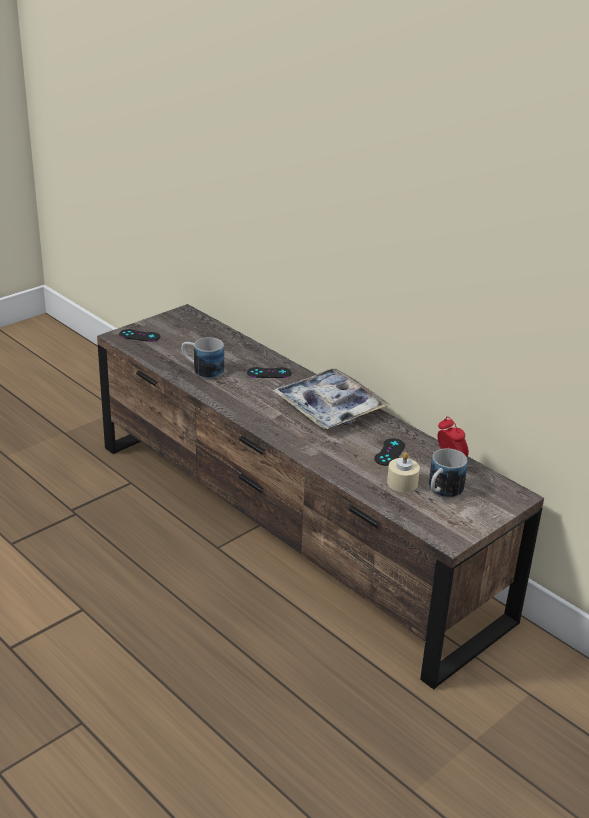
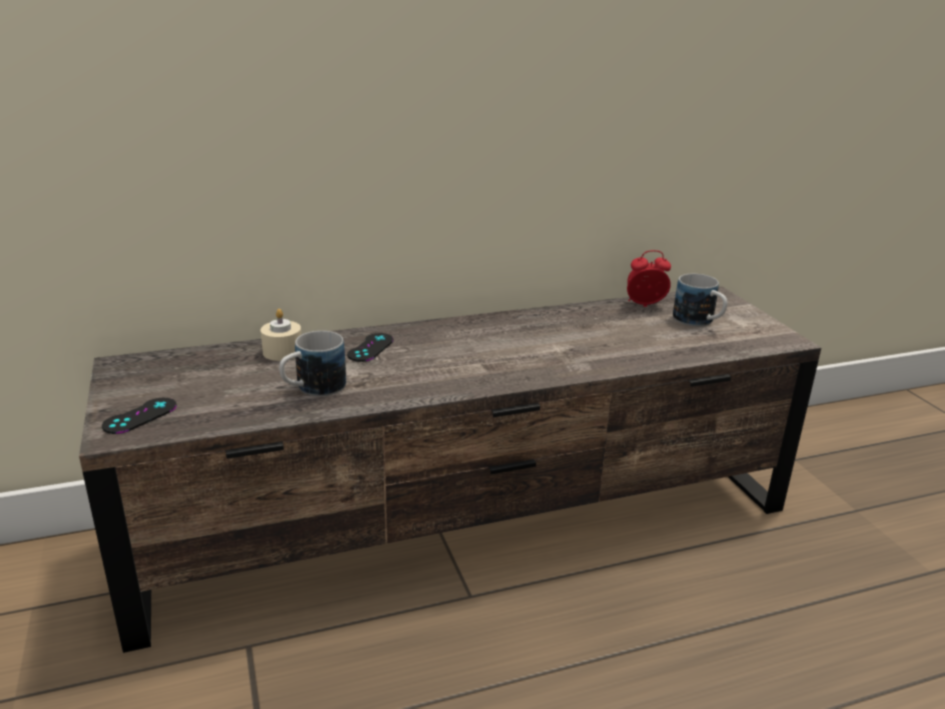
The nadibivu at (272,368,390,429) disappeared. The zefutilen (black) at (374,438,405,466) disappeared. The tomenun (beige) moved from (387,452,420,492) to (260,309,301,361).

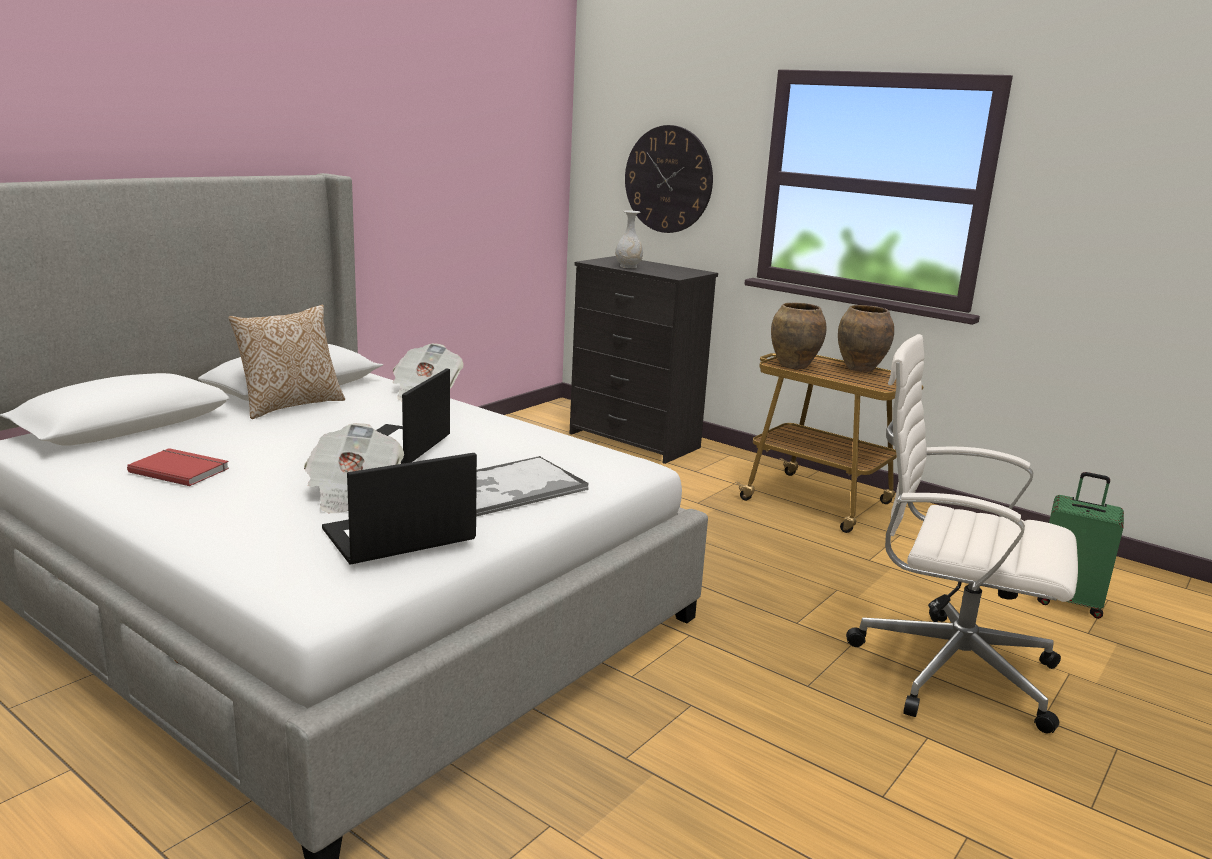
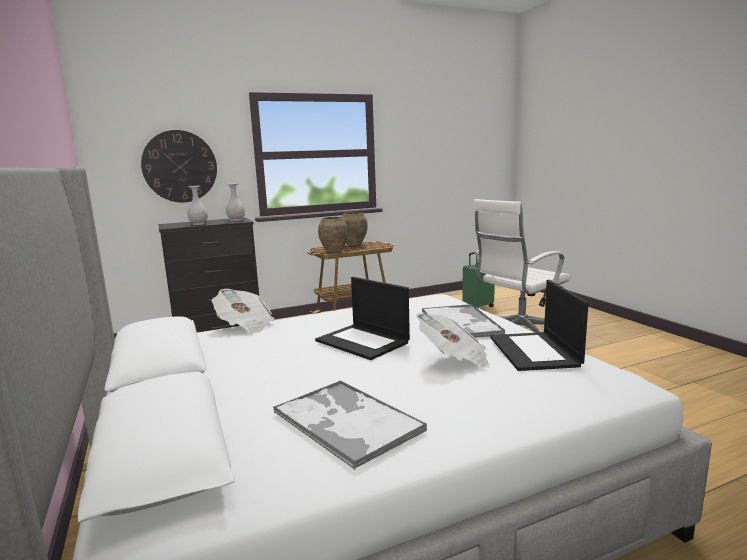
The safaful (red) at (127,448,229,486) was replaced by the nadibivu at (273,381,427,470). The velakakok at (228,305,345,419) disappeared. The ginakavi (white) at (226,184,245,221) appeared.

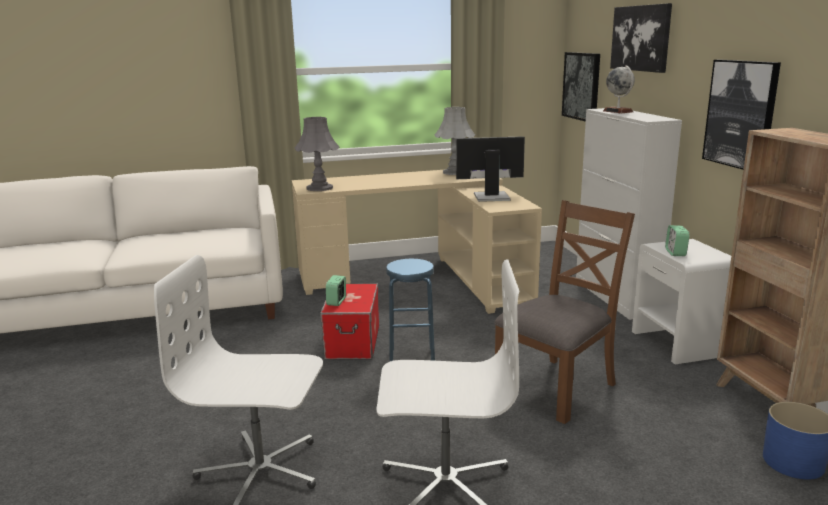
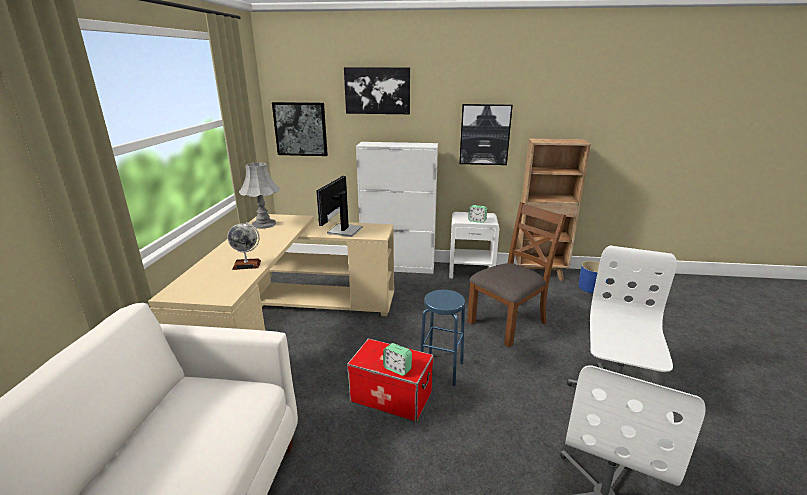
The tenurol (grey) at (295,117,339,191) disappeared. The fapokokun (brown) at (494,200,635,424) turned 75 degrees clockwise. The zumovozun moved from (603,65,635,113) to (227,222,261,270).

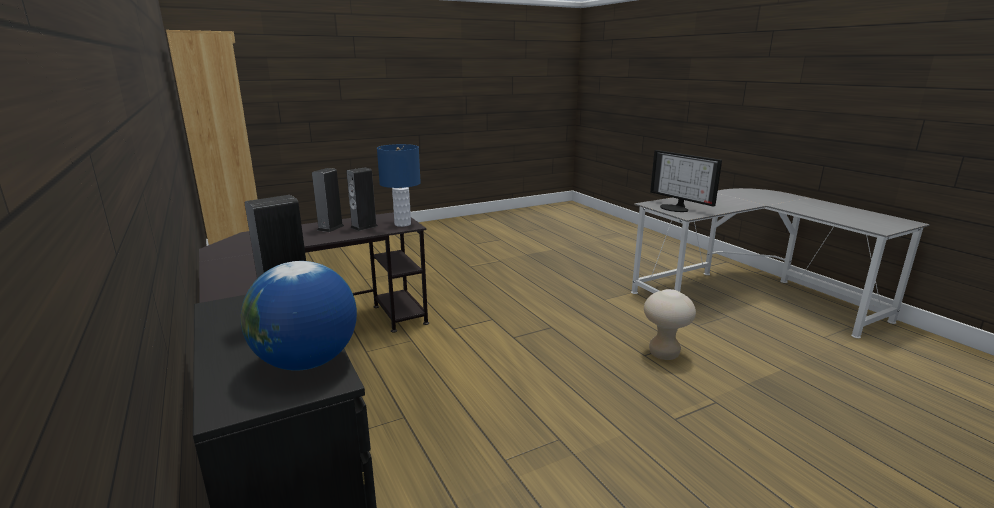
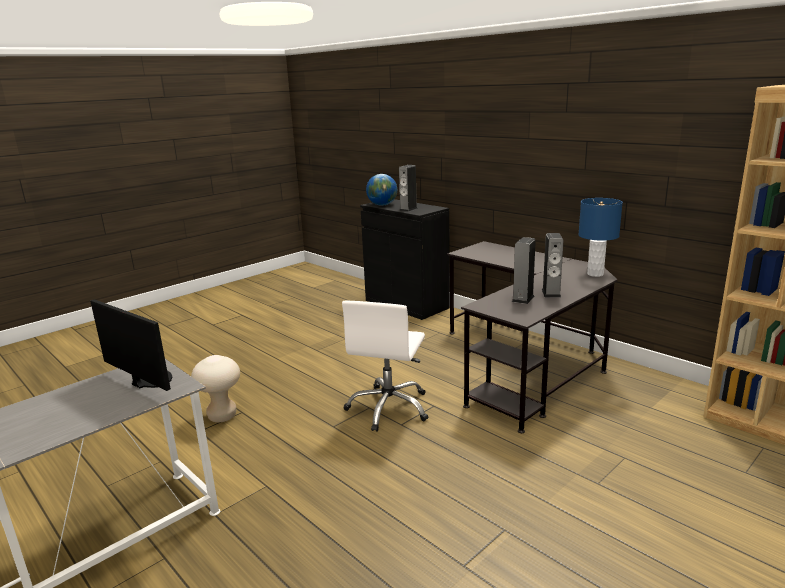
The tenurol (blue) moved from (377,144,421,227) to (578,198,623,277). The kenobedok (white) at (342,301,428,432) appeared.

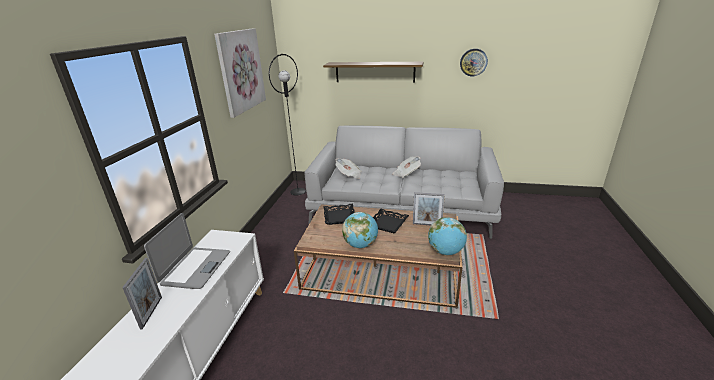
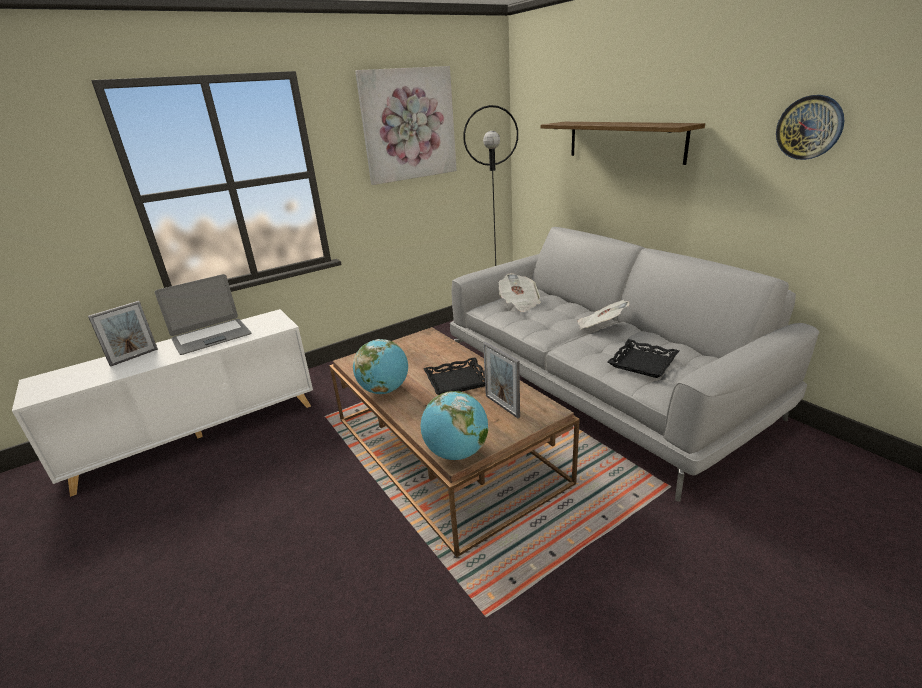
The nadibivu (black) moved from (323,204,355,225) to (608,339,679,378).

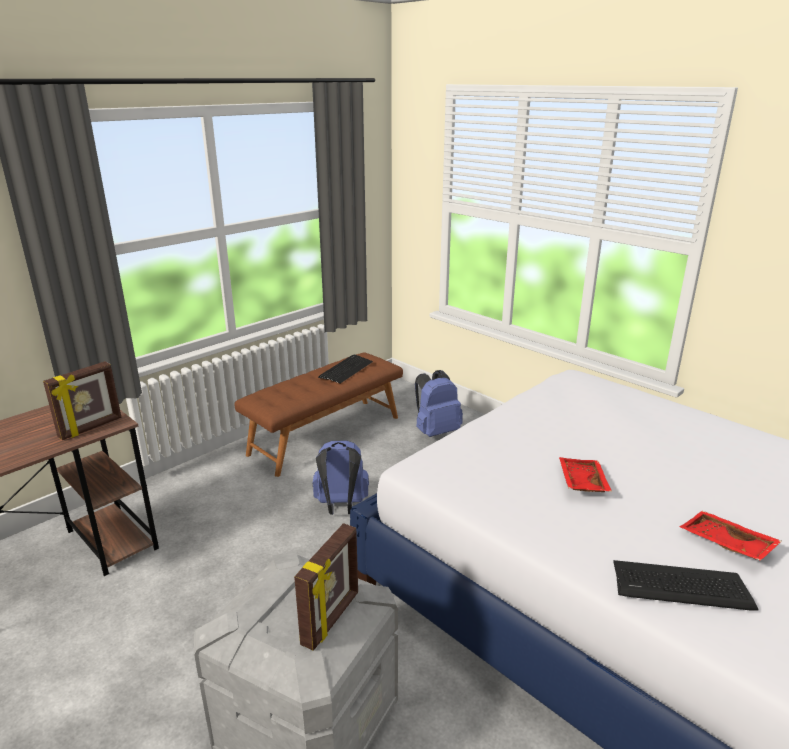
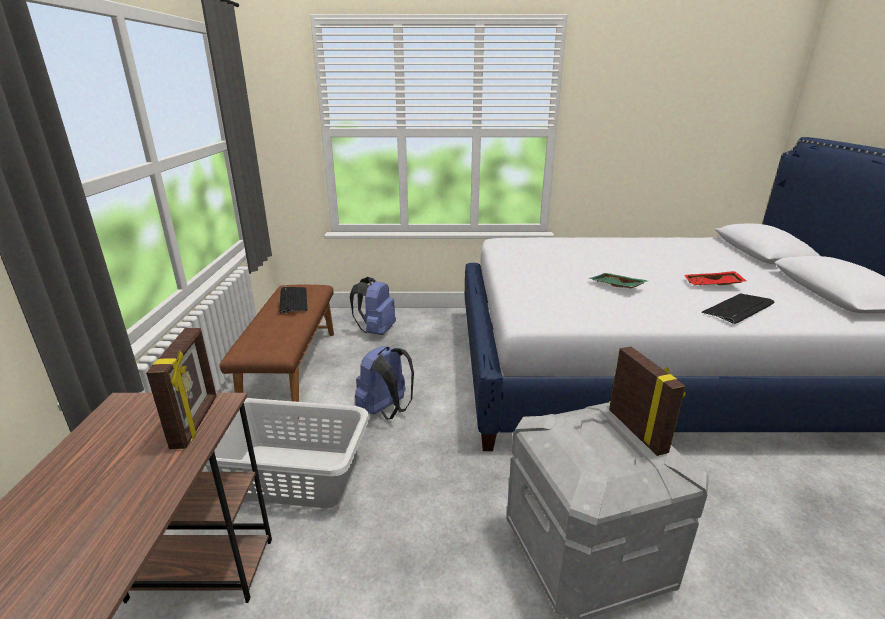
The nadibivu (red) at (559,457,612,492) became the nadibivu (green) at (589,273,648,288). The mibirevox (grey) at (205,398,370,508) appeared.

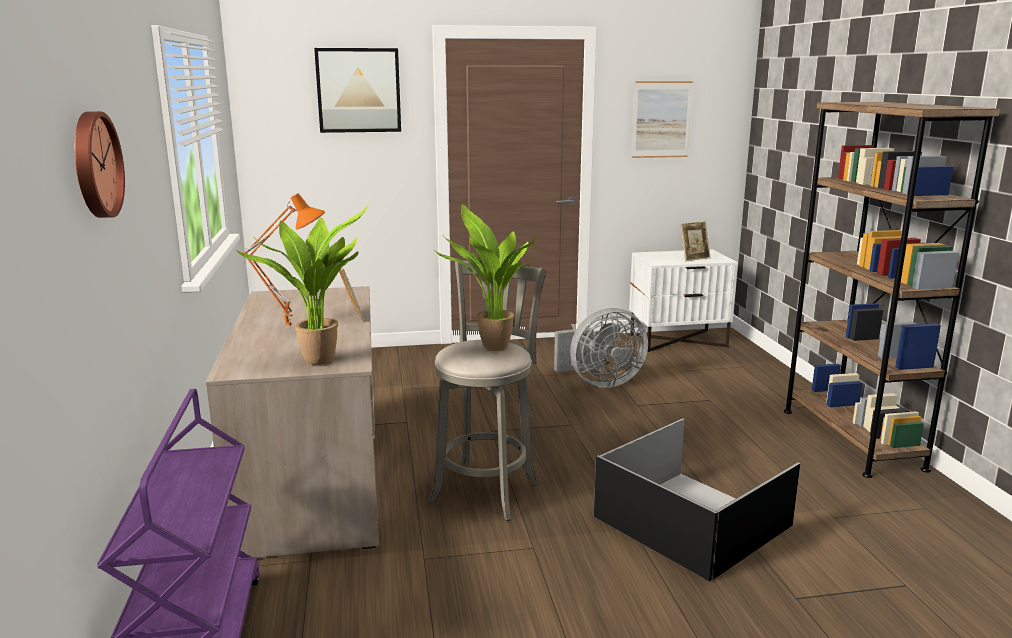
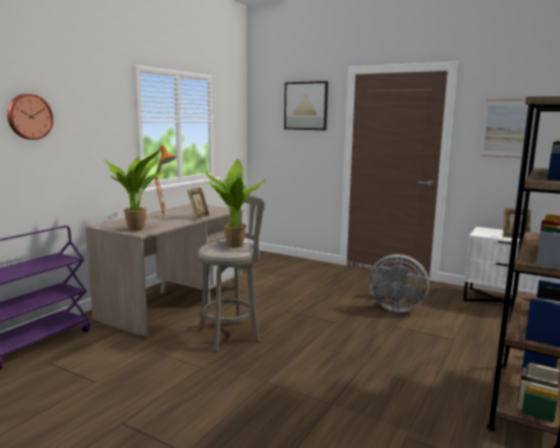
The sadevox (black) at (594,418,800,581) disappeared.

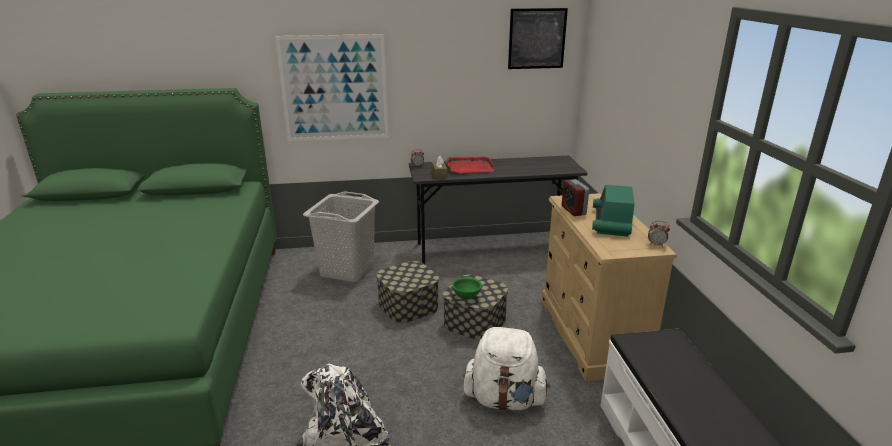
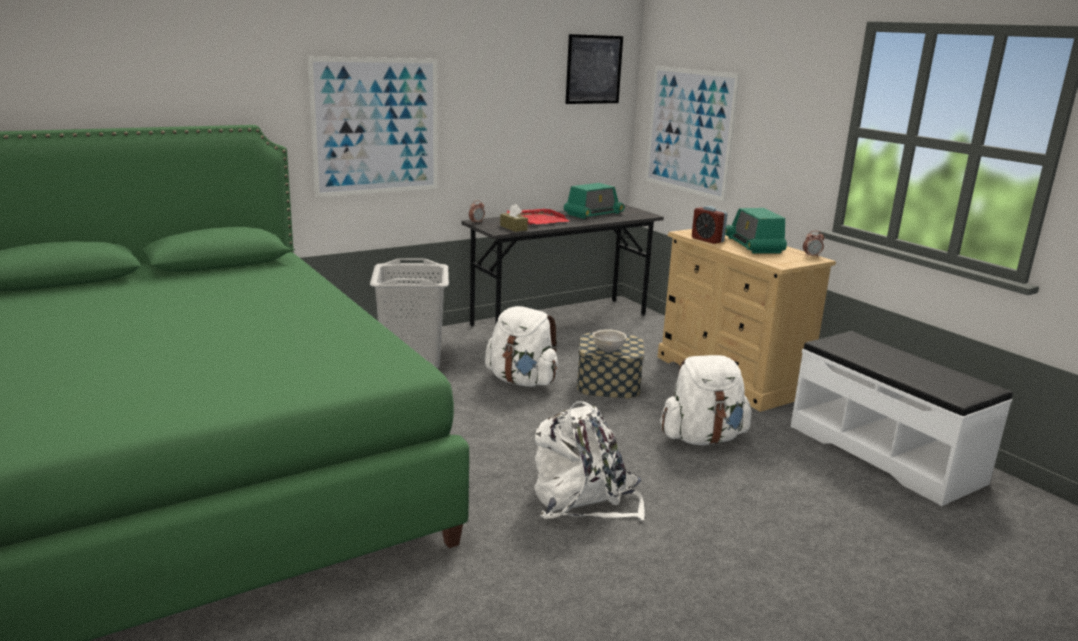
The sadevox at (376,261,439,323) was replaced by the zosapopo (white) at (485,306,558,387). The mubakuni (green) at (450,277,483,299) became the mubakuni (grey) at (592,329,627,352). The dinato at (564,183,625,219) appeared. The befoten at (645,66,740,202) appeared.

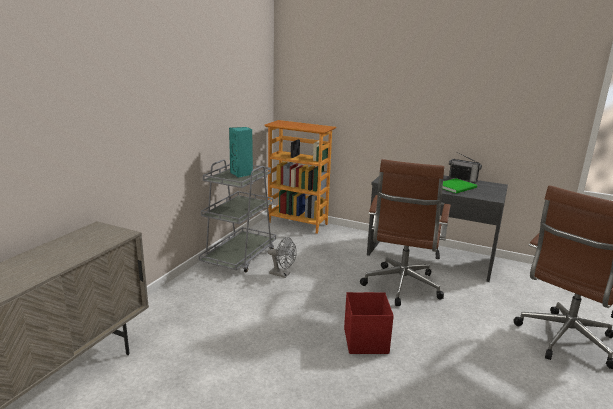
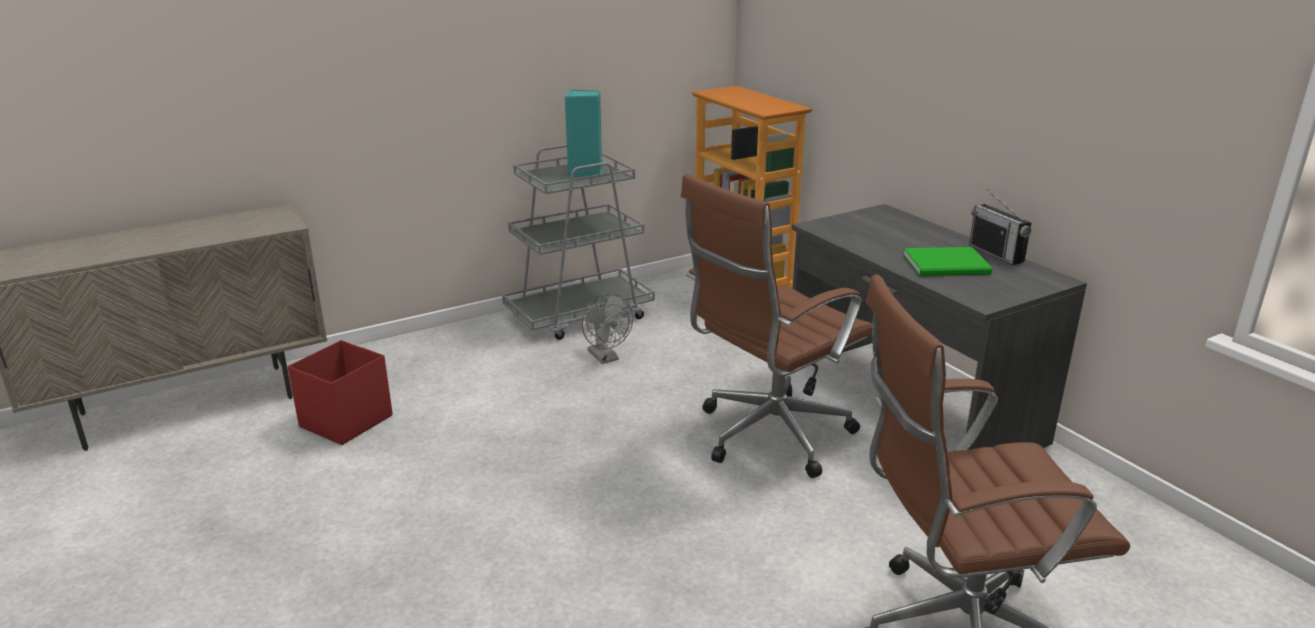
The sadevox (red) moved from (344,292,394,354) to (287,340,393,445).

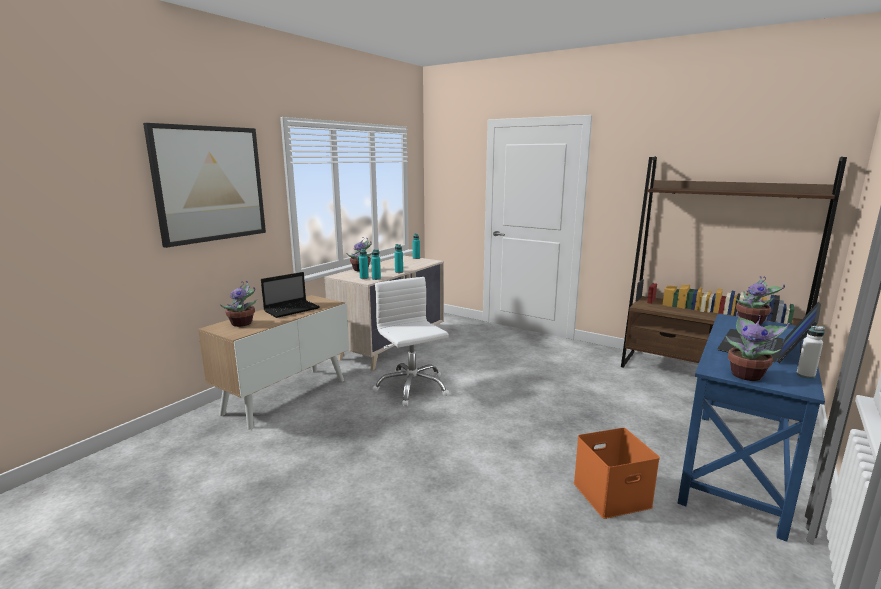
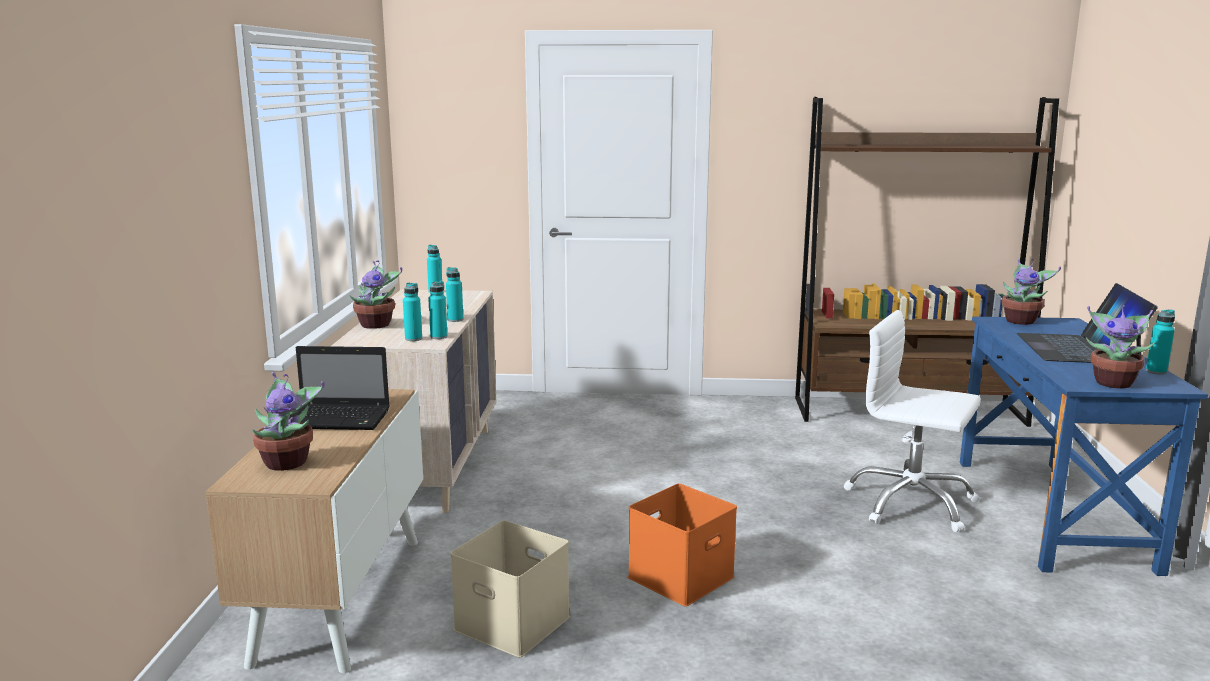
The befoten at (143,123,266,248) disappeared. The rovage at (261,272,320,318) turned 75 degrees clockwise. The kenobedok (white) moved from (373,277,449,406) to (844,310,981,532). The sadevox (orange) moved from (574,428,660,519) to (628,484,737,606). The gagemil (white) at (796,326,825,379) became the gagemil (turquoise) at (1146,310,1175,375). The sadevox (beige) at (450,520,570,657) appeared.

